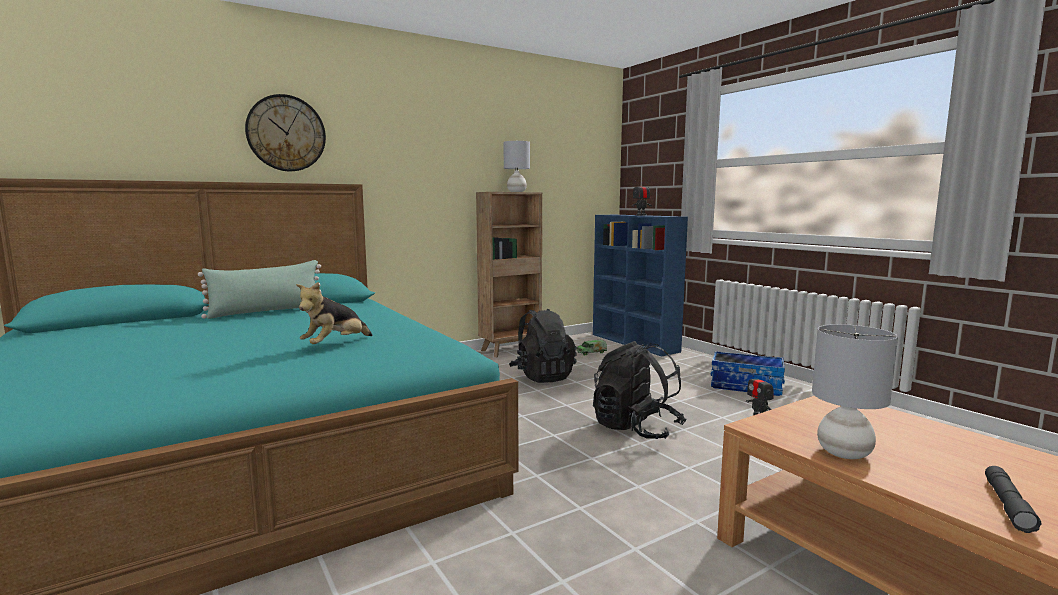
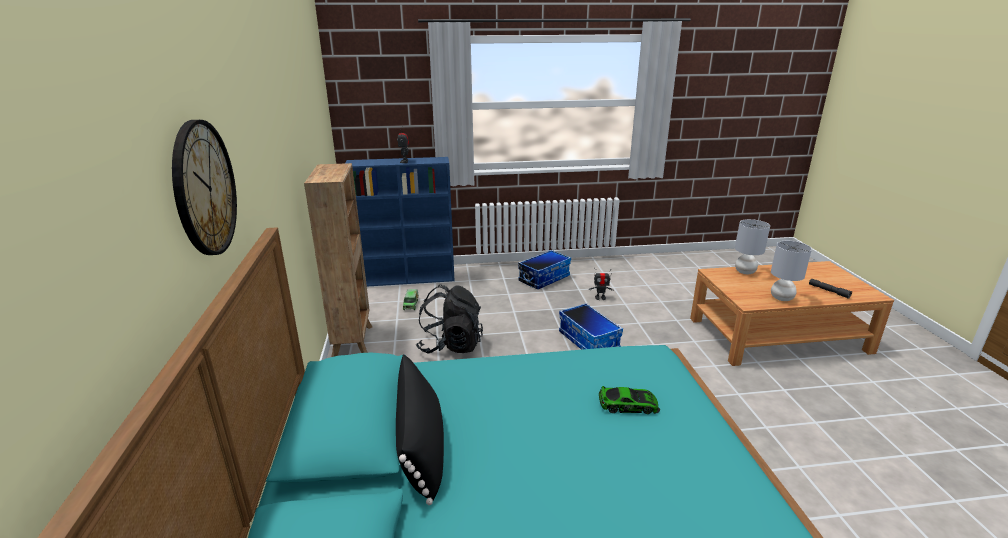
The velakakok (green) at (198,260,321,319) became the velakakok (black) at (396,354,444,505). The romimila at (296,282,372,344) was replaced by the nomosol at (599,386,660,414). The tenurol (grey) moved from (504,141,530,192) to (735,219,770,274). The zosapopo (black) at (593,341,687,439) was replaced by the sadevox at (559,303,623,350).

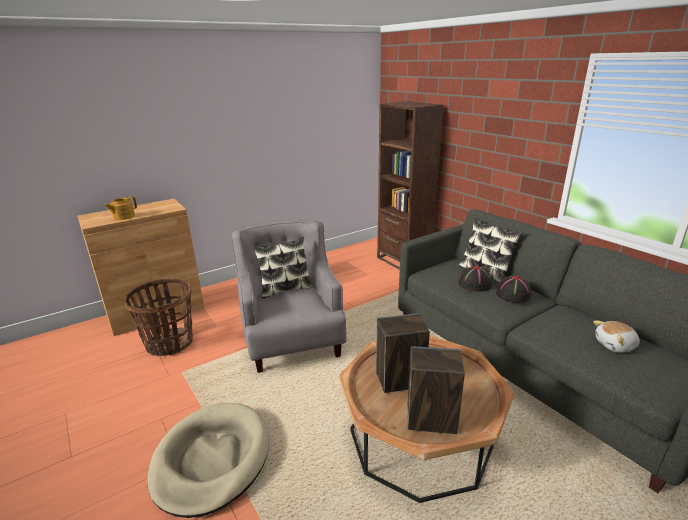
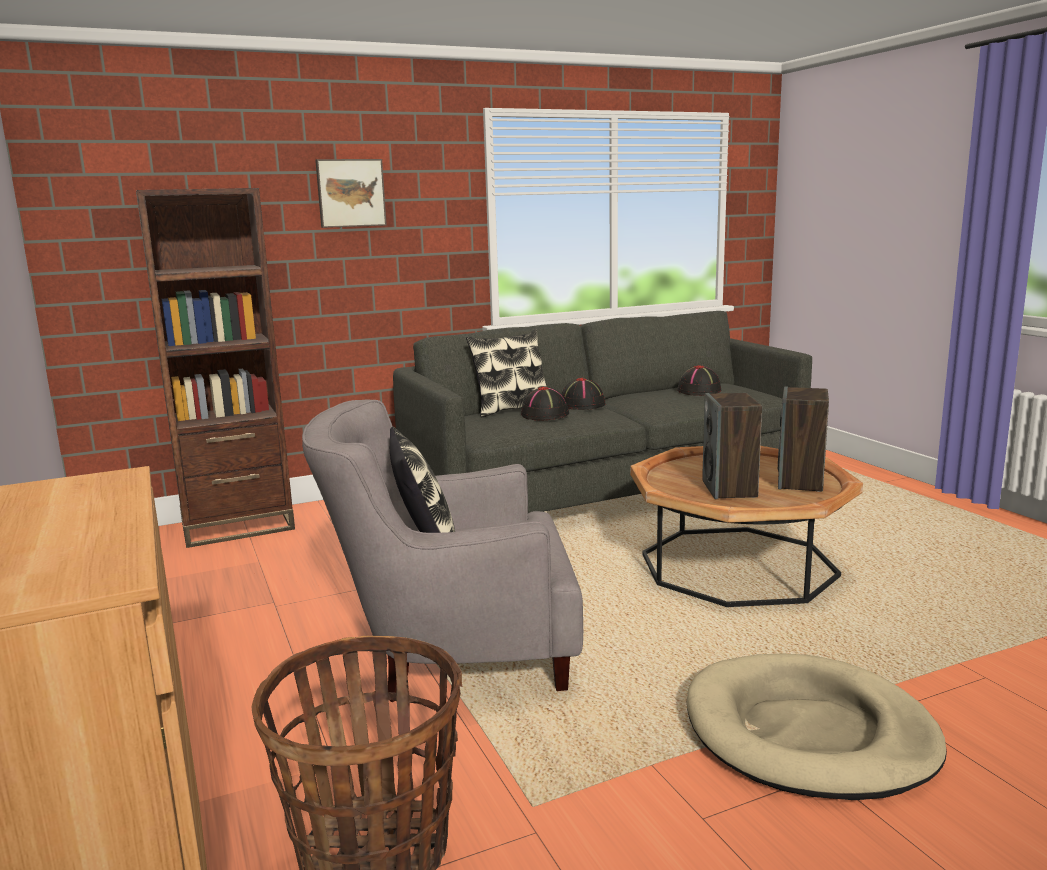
The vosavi at (104,196,137,220) disappeared. The romimila at (593,321,640,353) was replaced by the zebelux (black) at (677,365,721,396). The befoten at (315,159,387,228) appeared.

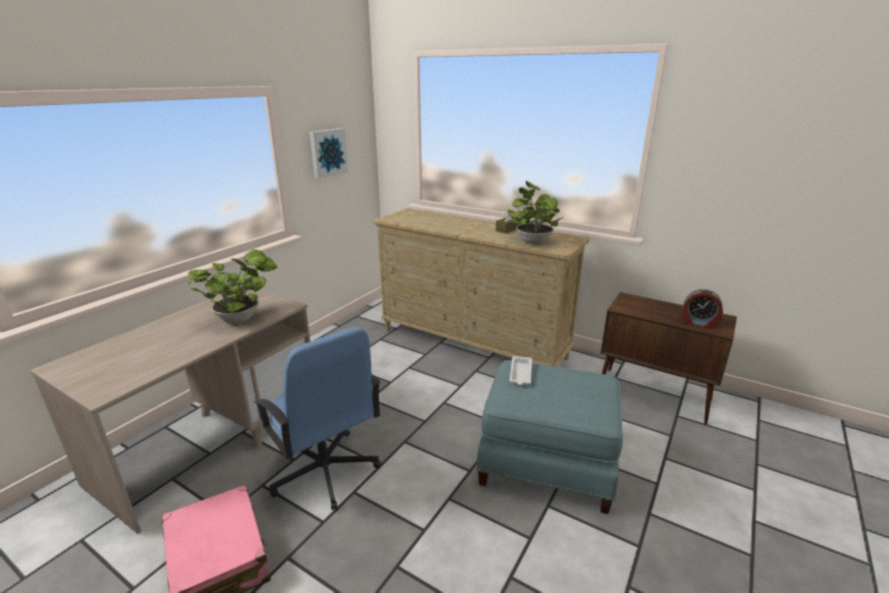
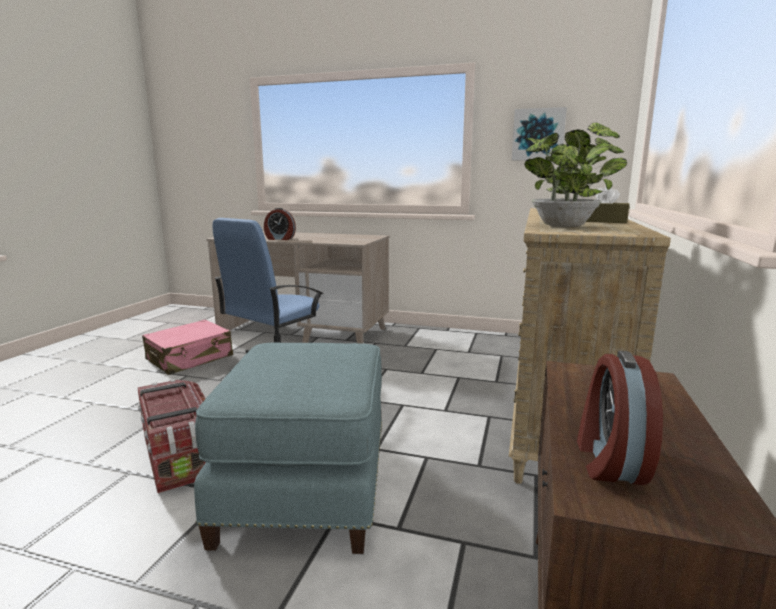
The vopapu at (188,249,277,324) disappeared. The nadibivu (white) at (510,356,532,385) disappeared. The sadevox at (138,379,206,493) appeared. The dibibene at (264,208,296,240) appeared.

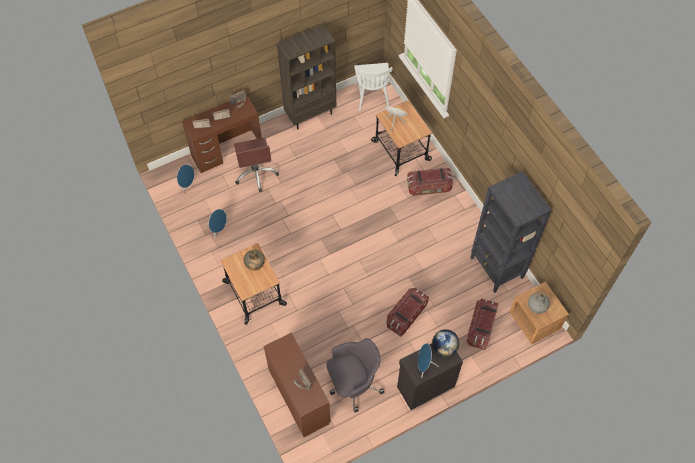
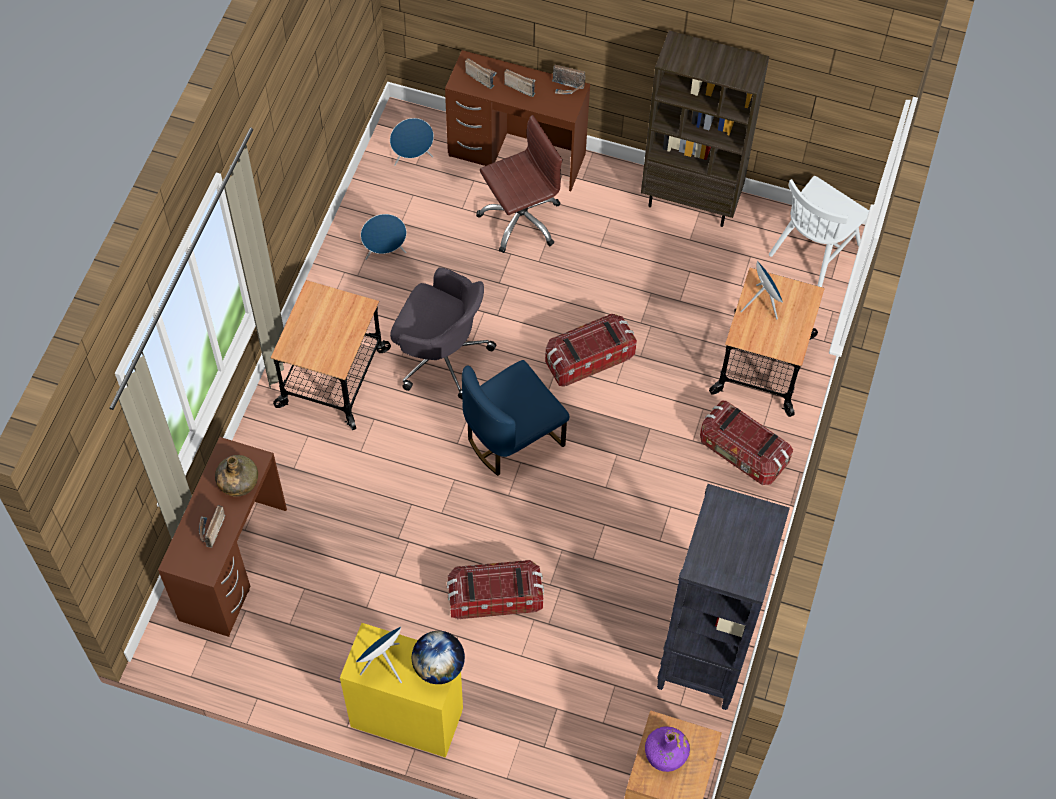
The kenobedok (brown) at (234,137,279,192) turned 150 degrees counterclockwise. The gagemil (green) moved from (244,250,265,271) to (215,455,258,497). The kenobedok (grey) moved from (326,338,384,413) to (390,267,496,399). The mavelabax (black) at (397,343,463,410) became the mavelabax (yellow) at (340,623,463,758). The sadevox moved from (467,299,499,350) to (545,314,637,387). The gagemil (grey) at (528,292,550,314) became the gagemil (purple) at (645,726,690,772). The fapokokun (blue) at (462,360,569,476) appeared.

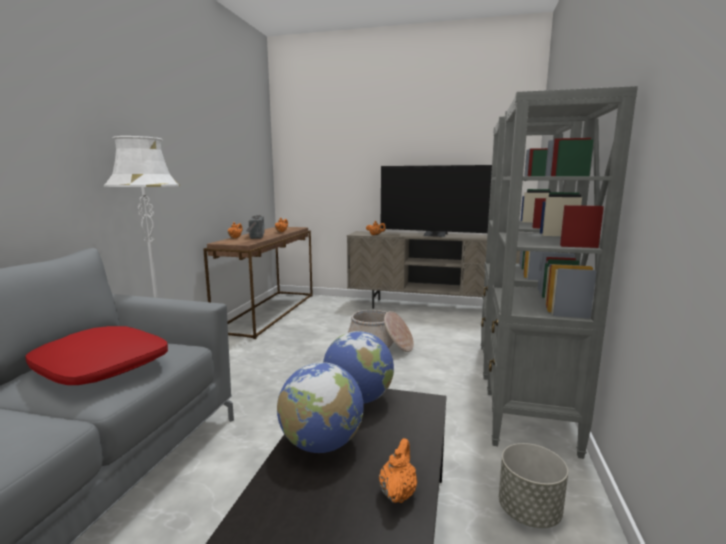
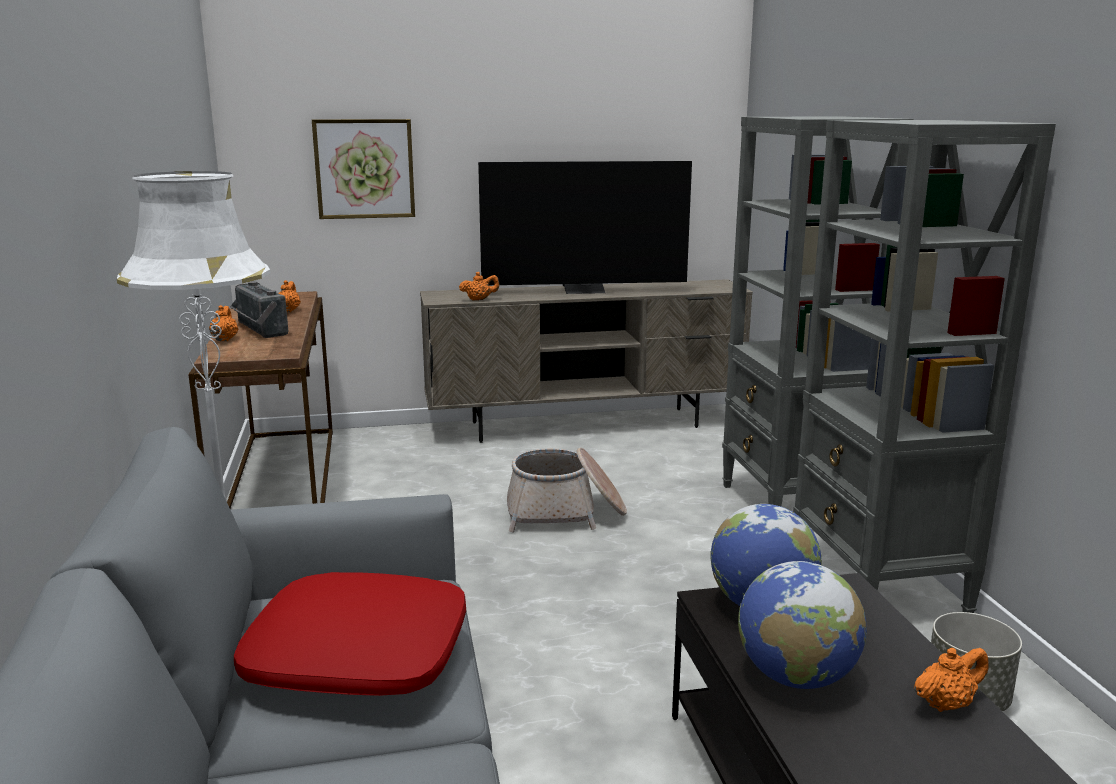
The vosavi (orange) at (379,438,418,503) turned 75 degrees clockwise. The befoten at (312,119,415,219) appeared.

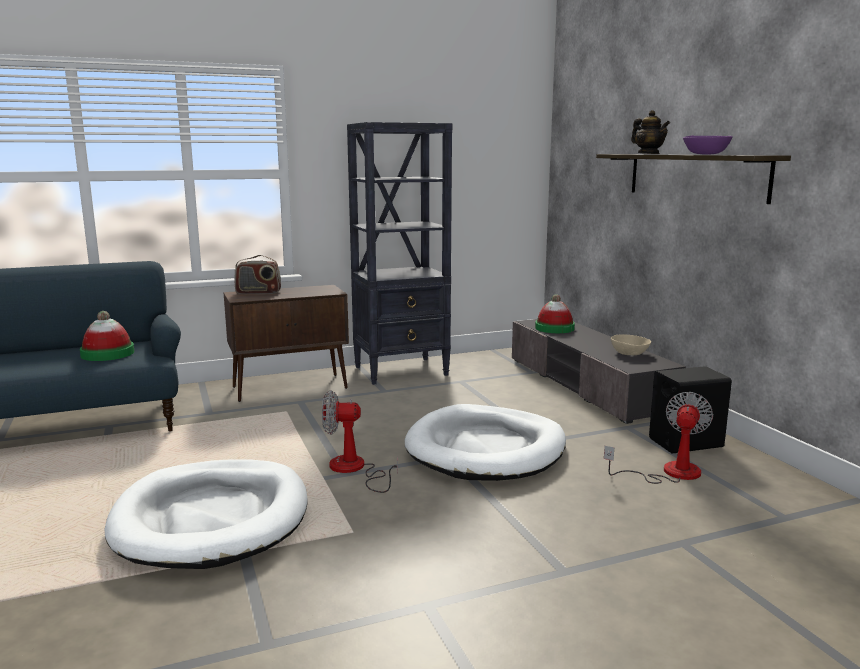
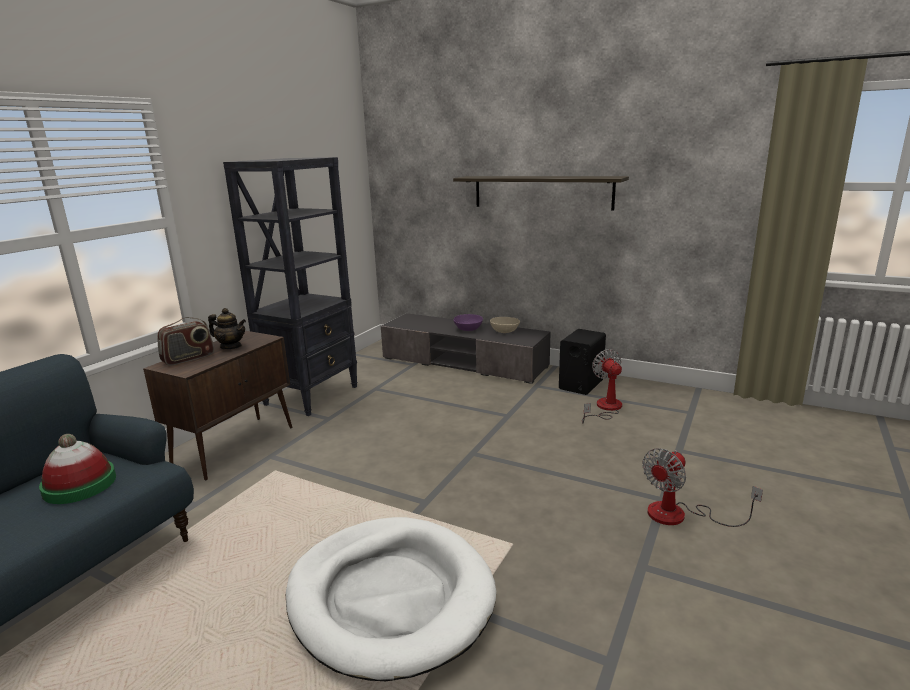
The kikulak moved from (322,390,398,493) to (642,448,763,527). The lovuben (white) at (405,404,566,481) disappeared. The zebelux at (535,294,575,333) disappeared. The vosavi moved from (631,110,670,154) to (208,308,246,349). The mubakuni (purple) moved from (683,136,733,155) to (454,314,483,331).

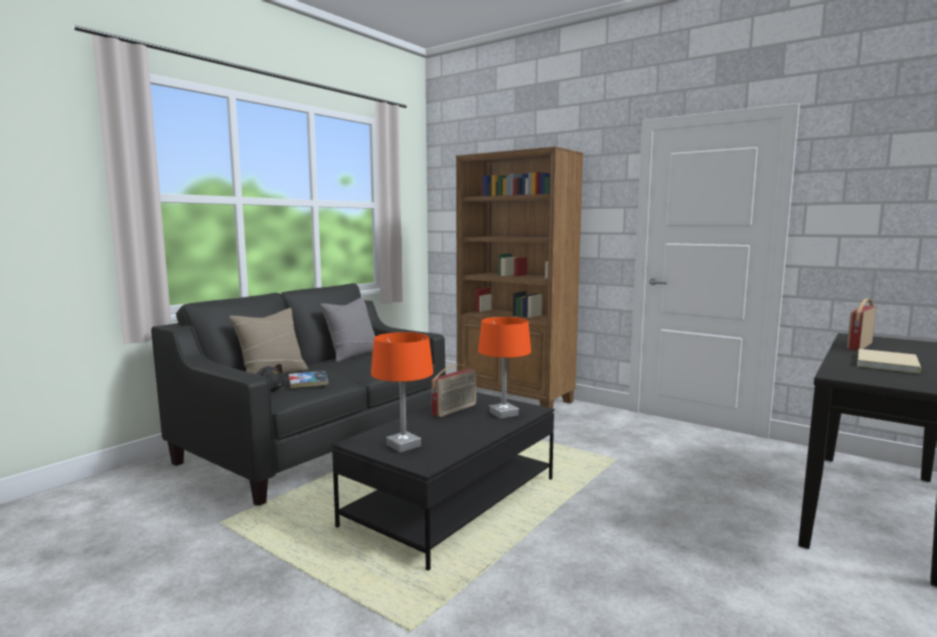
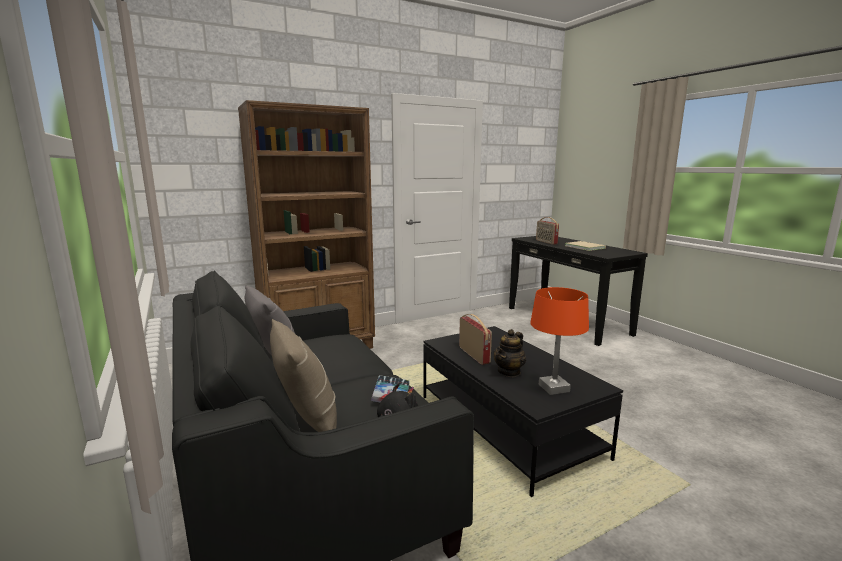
The tenurol (orange) at (478,317,531,419) disappeared. The vosavi at (494,329,526,377) appeared.

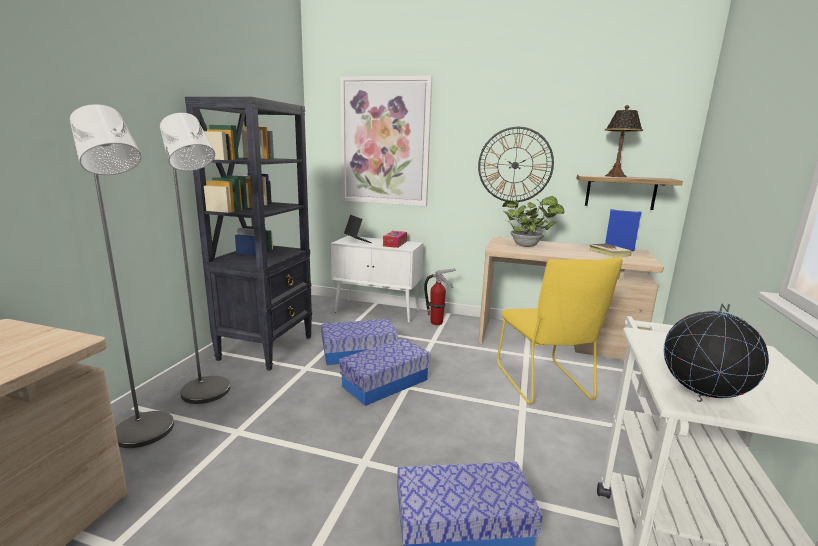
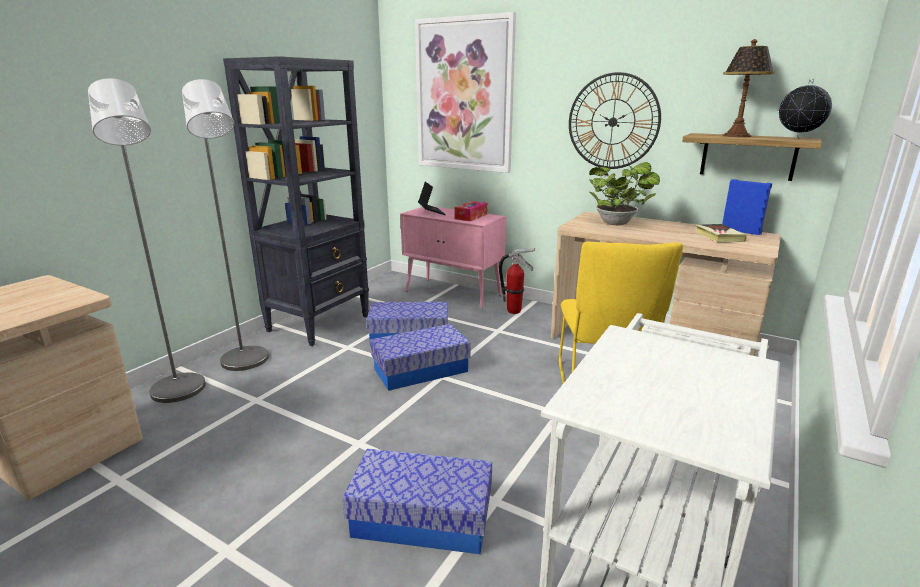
The mavelabax (white) at (331,236,423,323) became the mavelabax (pink) at (400,207,506,309). The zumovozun moved from (664,304,769,402) to (779,79,832,139).

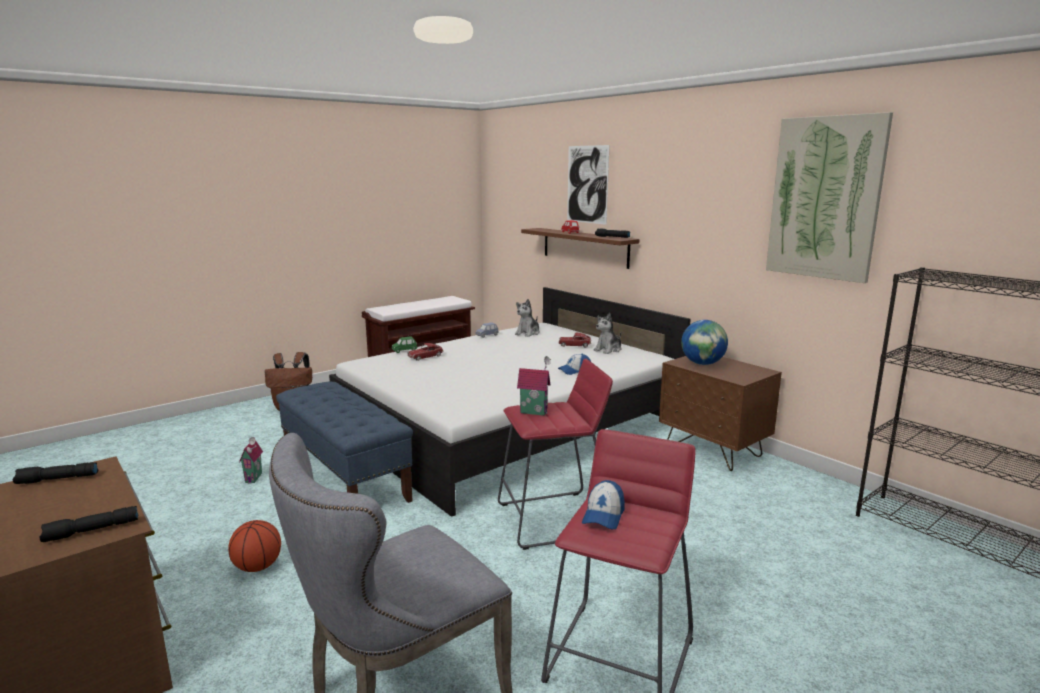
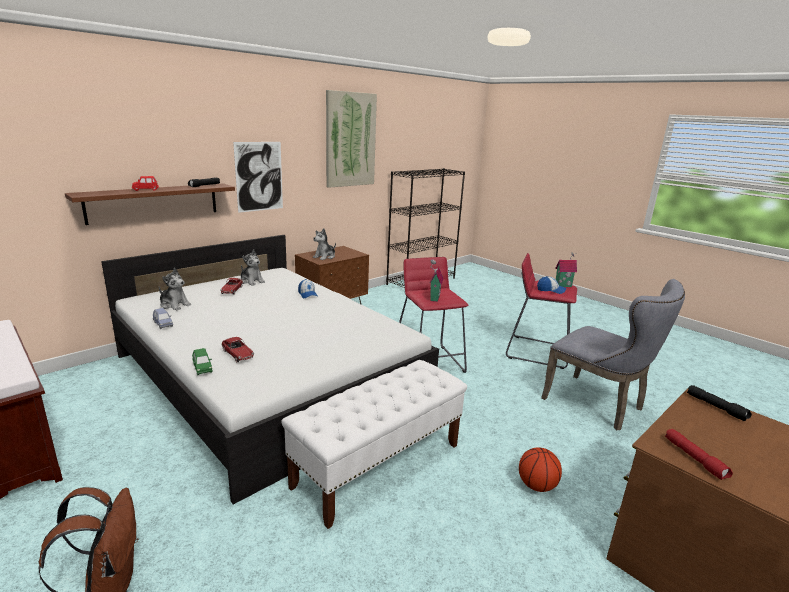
The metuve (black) at (13,462,98,484) became the metuve (red) at (665,429,733,480). The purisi moved from (239,437,263,484) to (555,252,577,287). The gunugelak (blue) at (276,382,413,503) became the gunugelak (white) at (282,360,467,529). The befoten moved from (567,145,609,225) to (233,142,283,213). The zumovozun at (681,320,728,365) was replaced by the romimila at (313,228,336,260).

